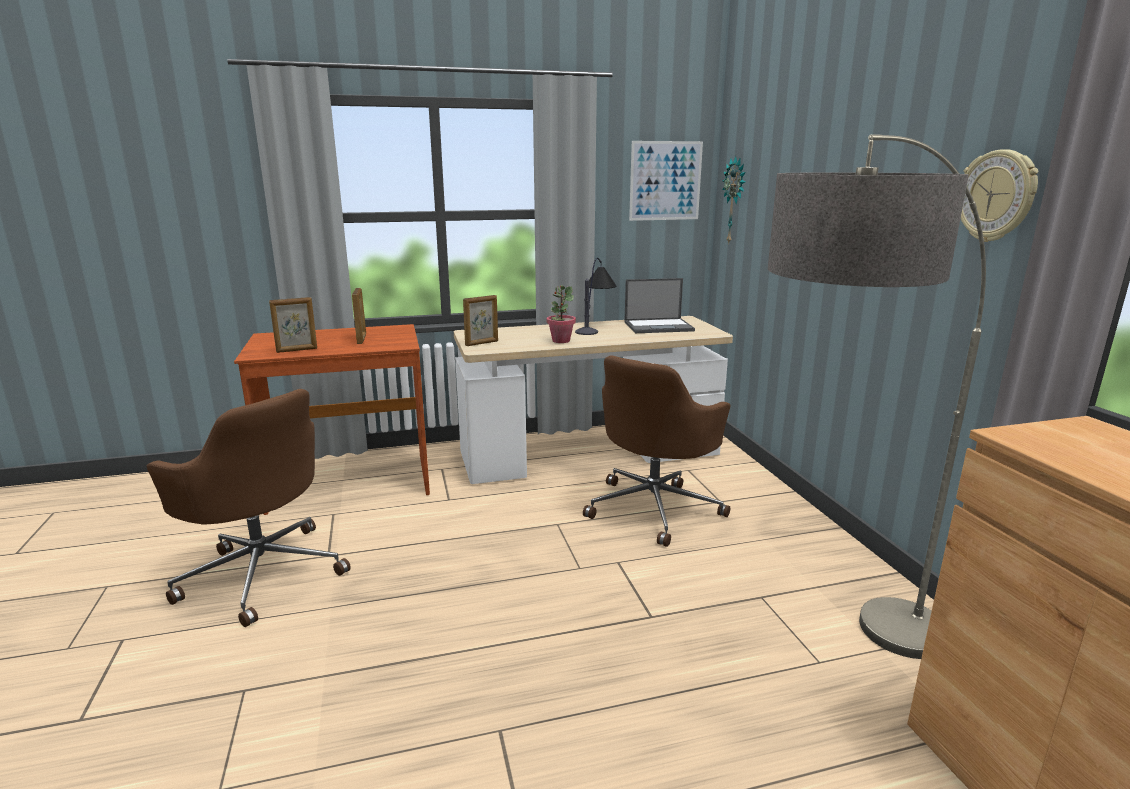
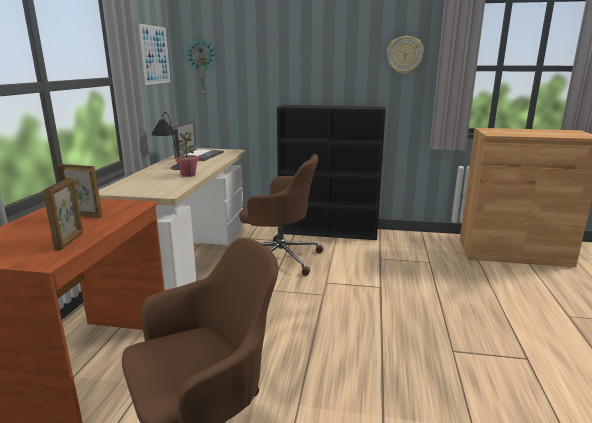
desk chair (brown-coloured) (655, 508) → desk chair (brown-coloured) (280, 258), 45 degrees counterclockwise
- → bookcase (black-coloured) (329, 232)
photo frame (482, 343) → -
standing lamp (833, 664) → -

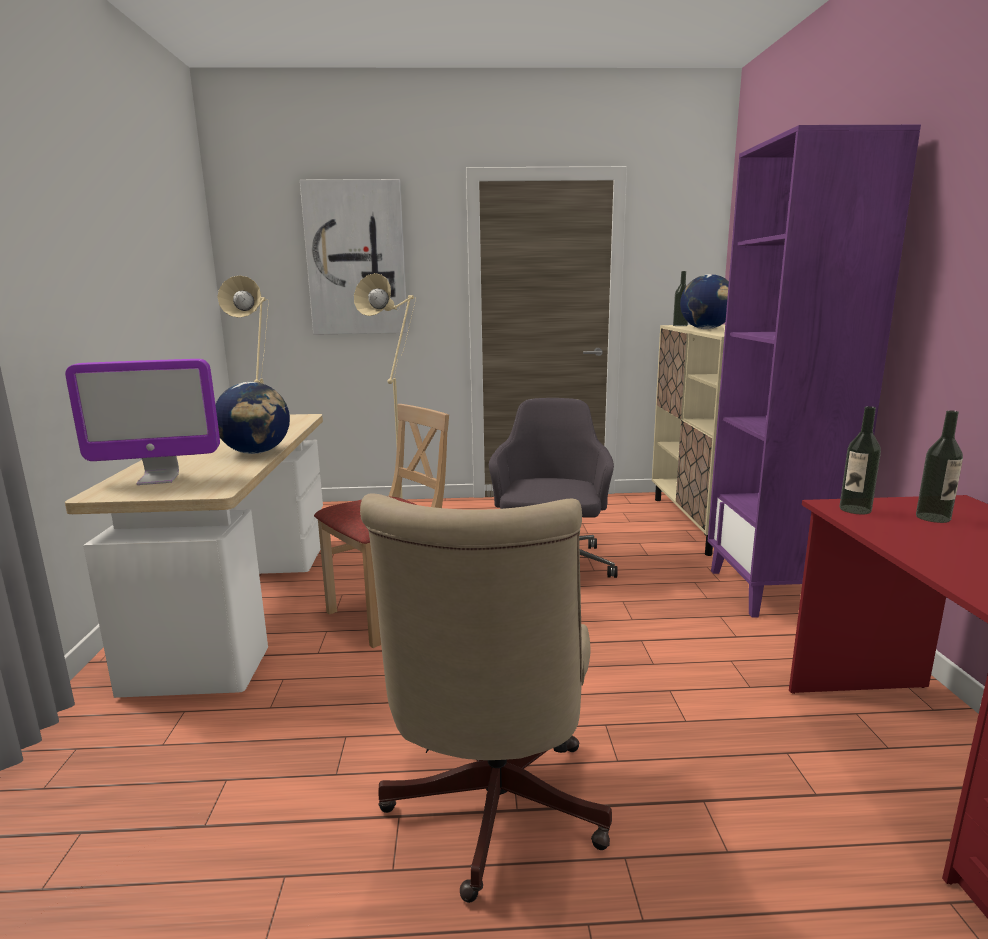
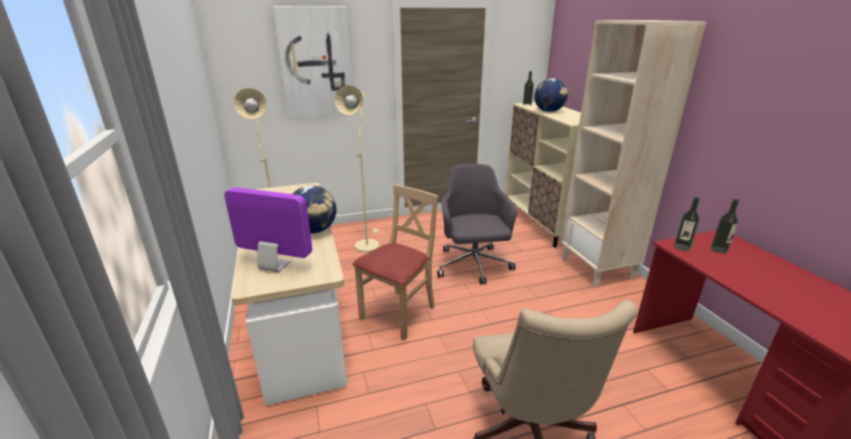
monitor (158, 479) → monitor (275, 266), 135 degrees counterclockwise
bookcase (purplish) (772, 591) → bookcase (beige-coloured) (597, 268)

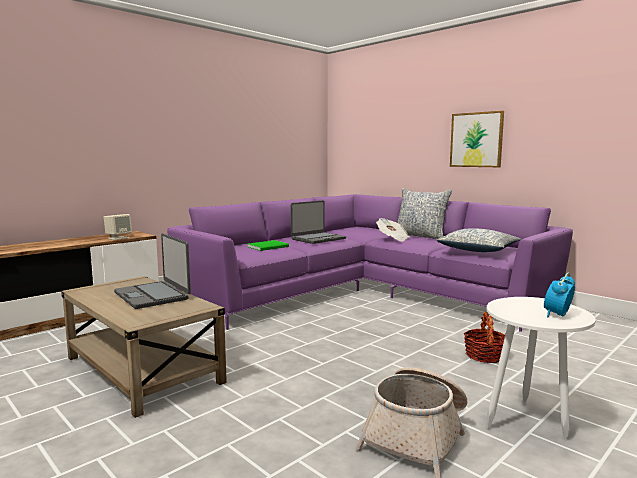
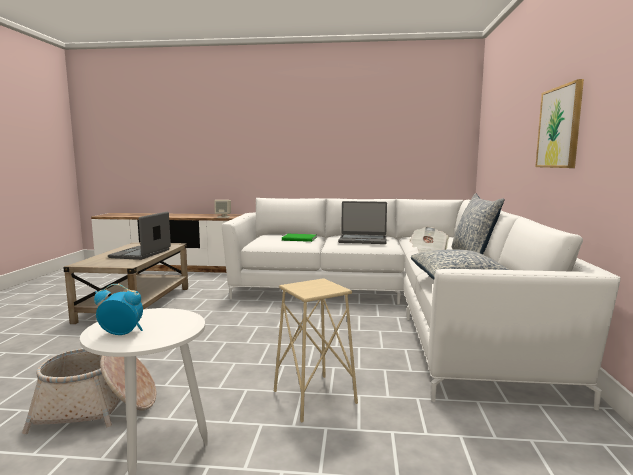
couch (purplish) (363, 293) → couch (white-coloured) (396, 307)
household basket (485, 356) → sitting stool (beige-coloured) (314, 397)

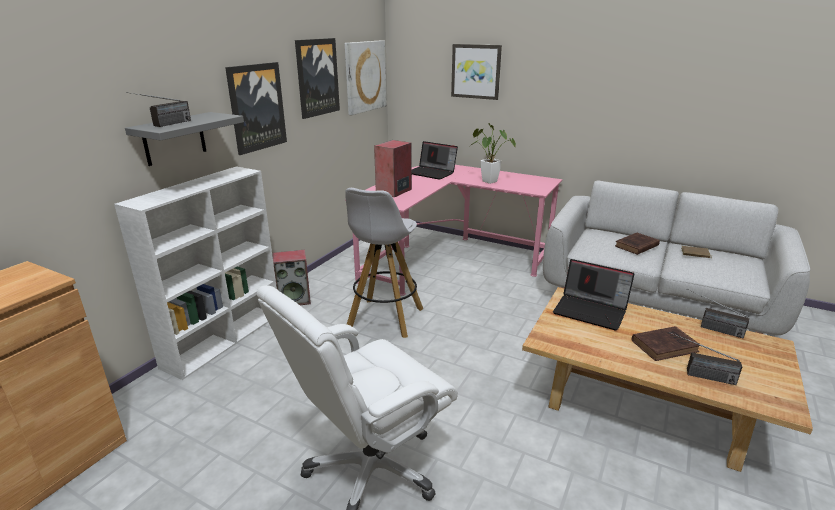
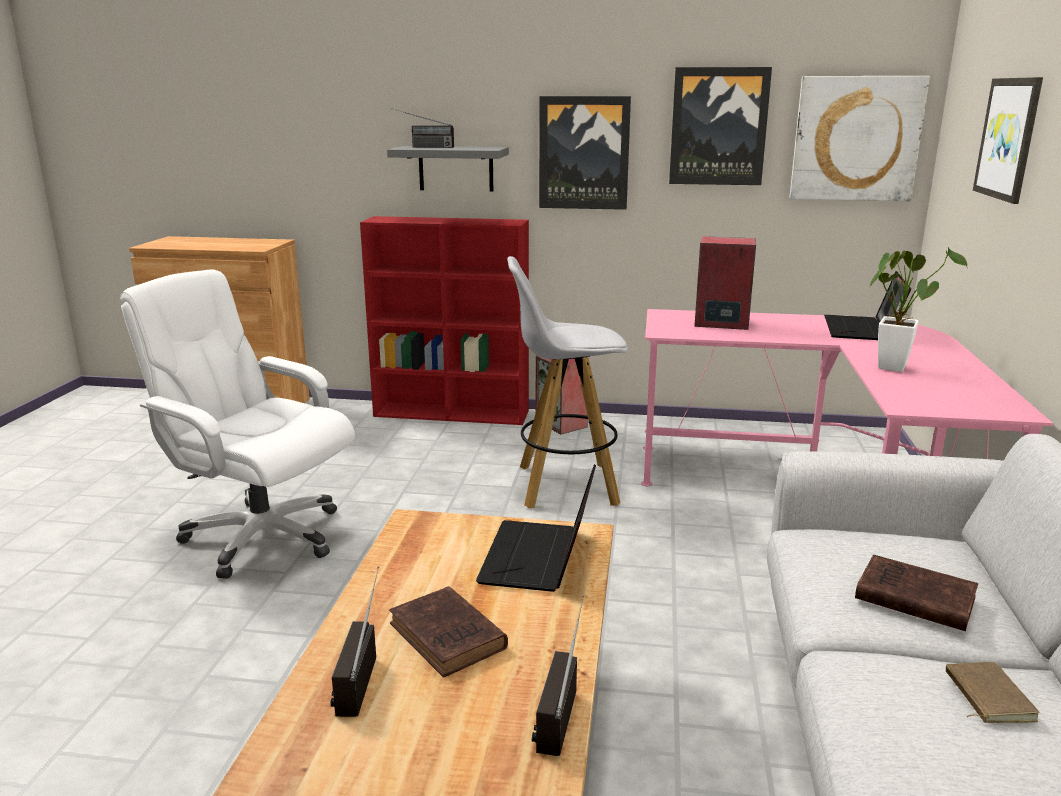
bookcase (white-coloured) (225, 338) → bookcase (red-coloured) (453, 413)

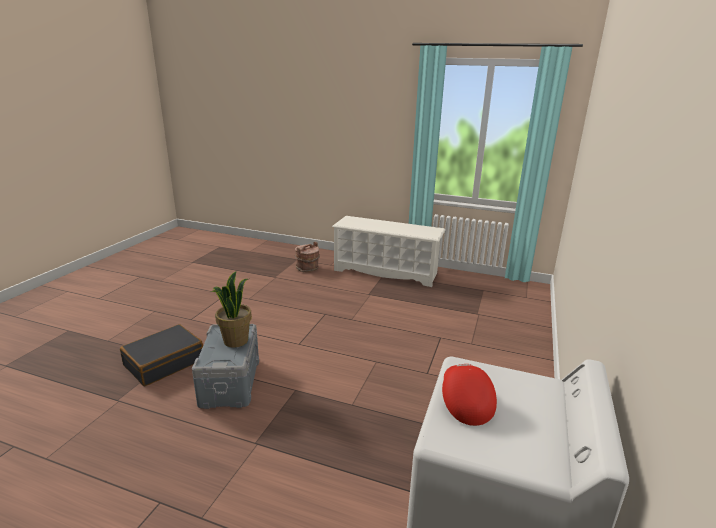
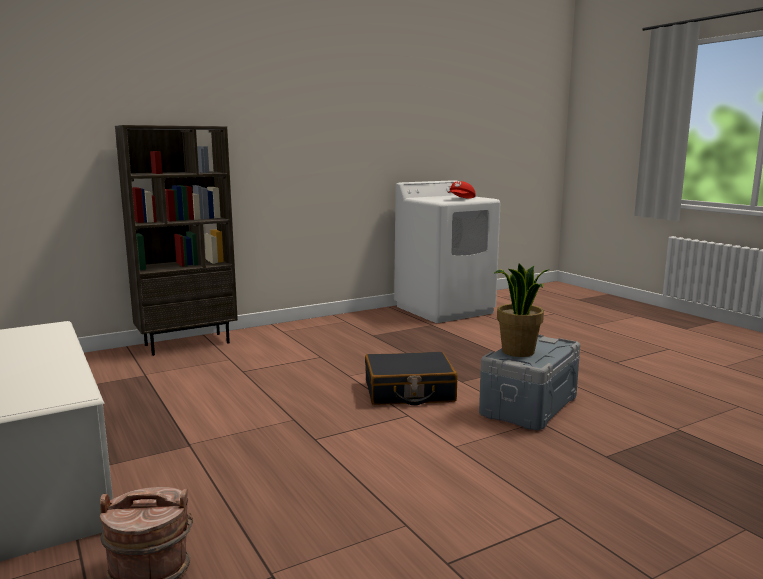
- → bookcase (brown-coloured) (187, 343)
travel case (black-coloured) (164, 362) → travel case (black-coloured) (409, 392), moved

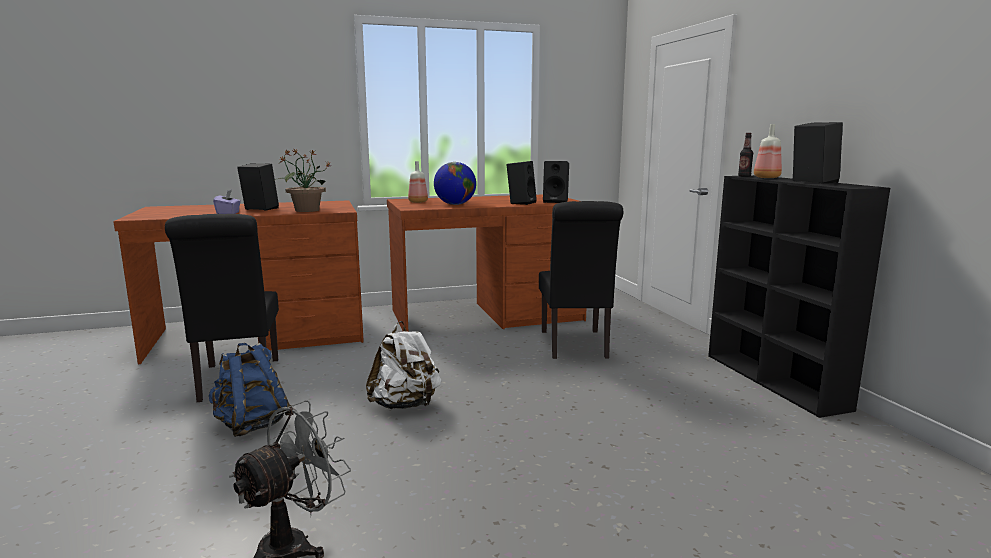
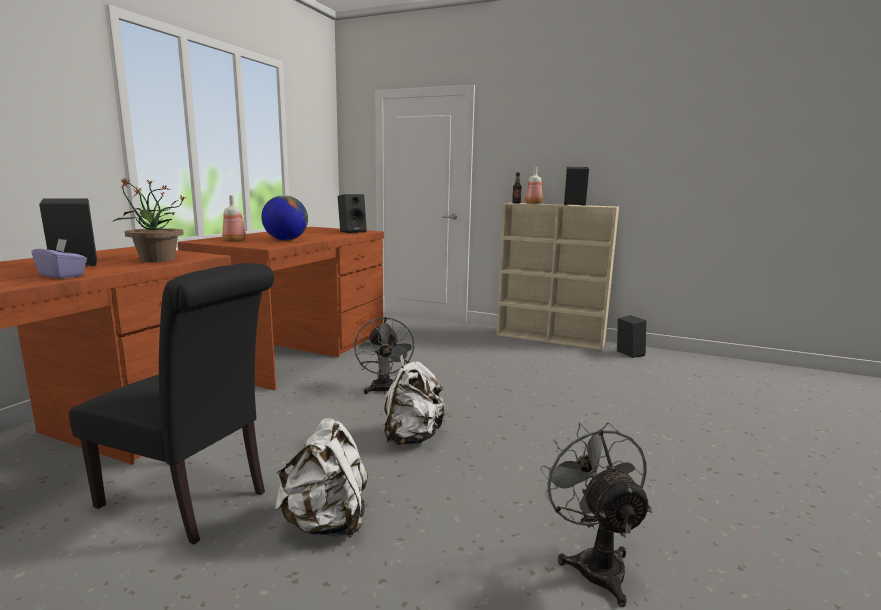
backpack (blue-coloured) (251, 425) → backpack (white-coloured) (326, 523)
- → electric fan (grey) (384, 391)
bookcase (black-coloured) (775, 381) → bookcase (beige-coloured) (551, 338)
speaker (black-coloured) (521, 203) → speaker (black-coloured) (628, 354), moved
plain chair (black-coloured) (575, 346) → -

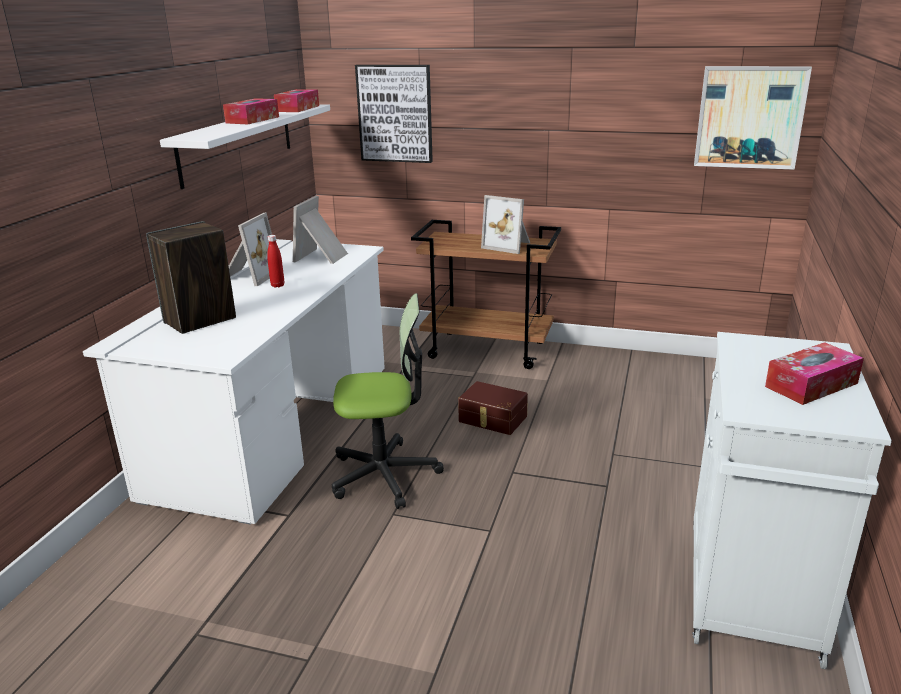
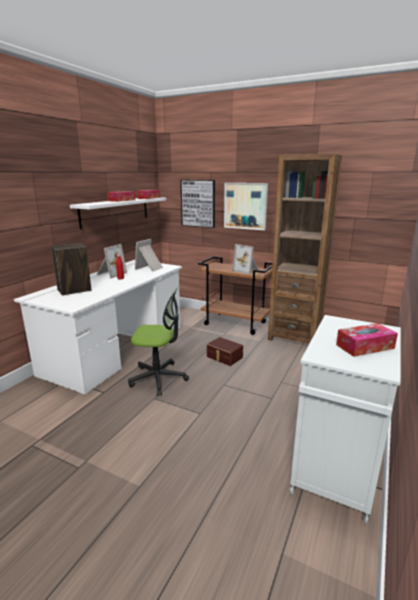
wall art (749, 117) → wall art (245, 206), moved
- → bookcase (brown-coloured) (294, 337)

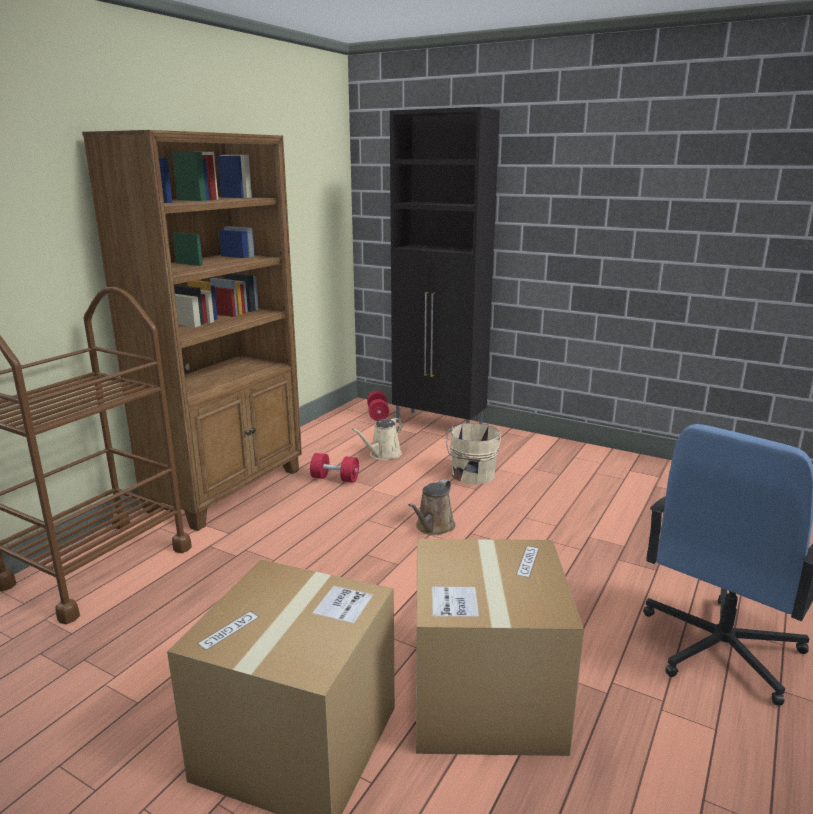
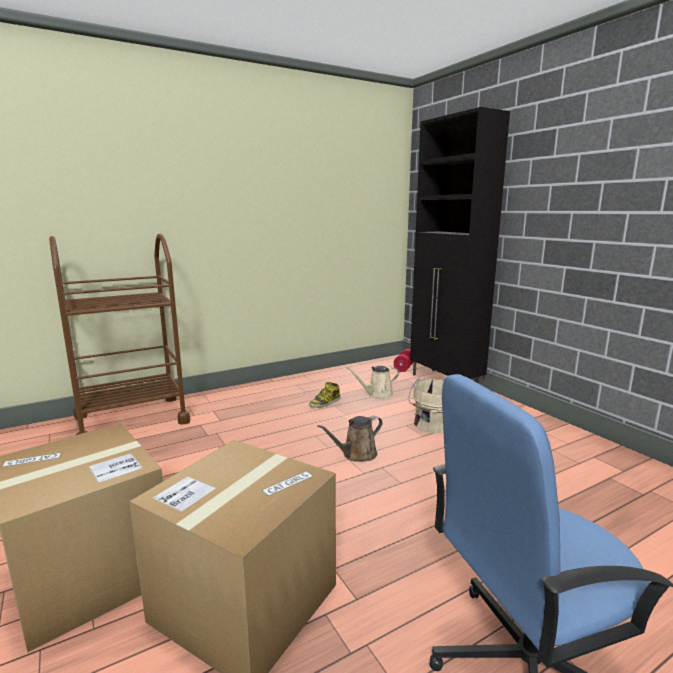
dumbbell (red-coloured) (335, 478) → high-top boot (325, 403)
bookcase (brown-coloured) (228, 489) → -

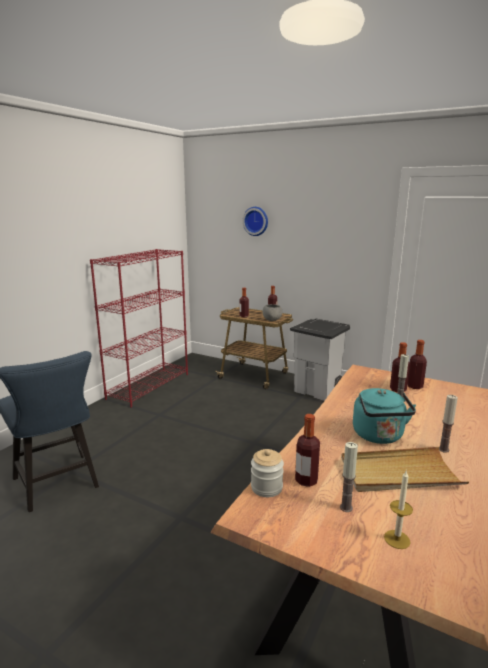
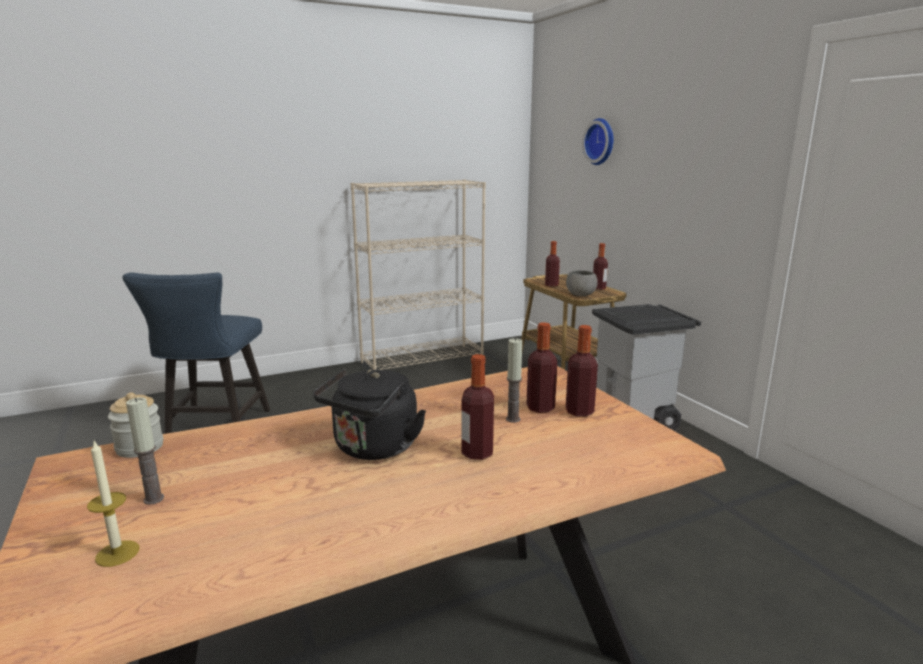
kettle (turquoise) (379, 436) → kettle (black-coloured) (373, 449)
bookcase (red-coloured) (149, 386) → bookcase (beige-coloured) (423, 360)
drink bottle (306, 480) → drink bottle (477, 453), moved
carrying tray (beige-coloured) (399, 473) → -
wax candle (443, 449) → -

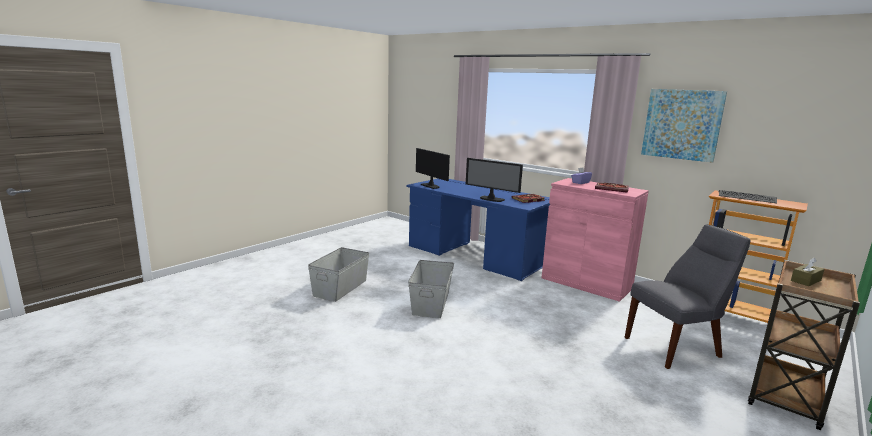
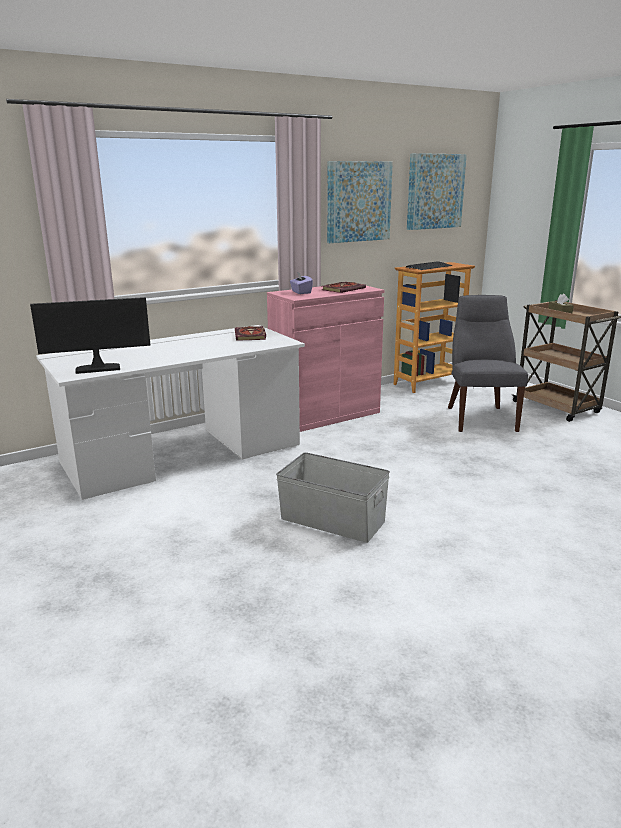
desk table (blue-coloured) (476, 256) → desk table (white-coloured) (183, 455)
- → wall art (435, 191)
storage box (grey) (341, 287) → -
monitor (491, 199) → -

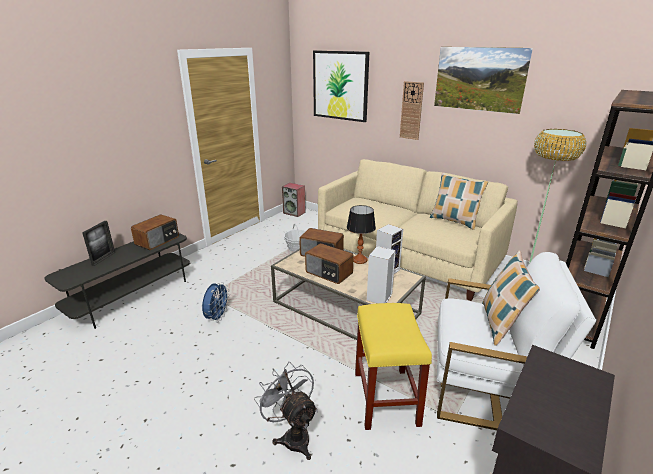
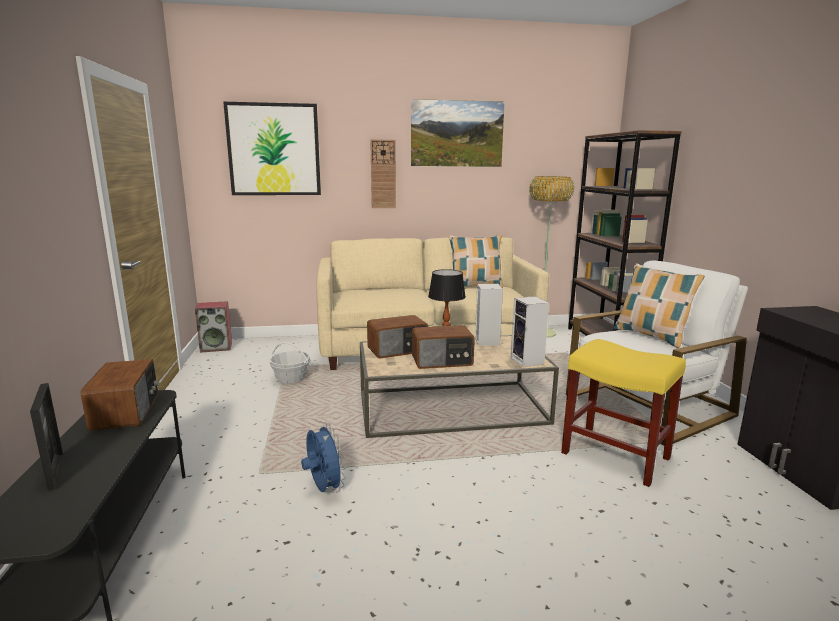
electric fan (grey) (292, 436) → -

